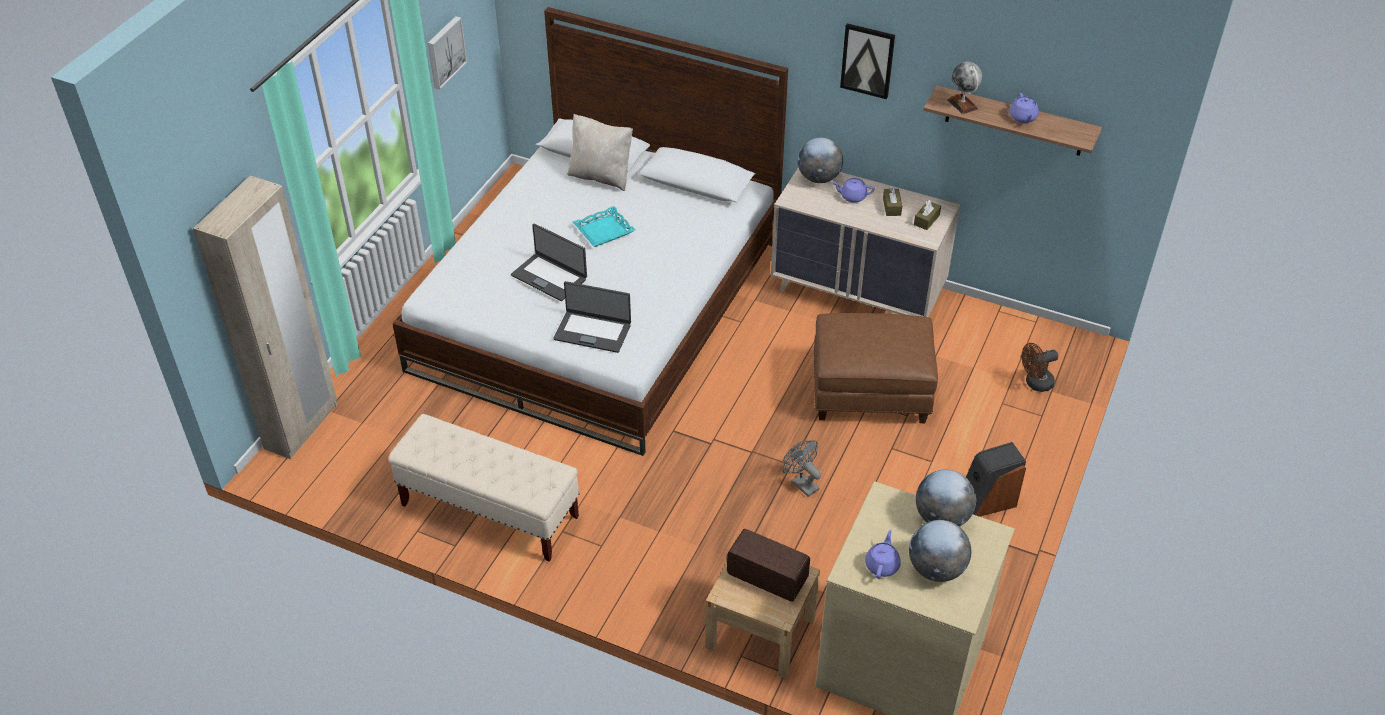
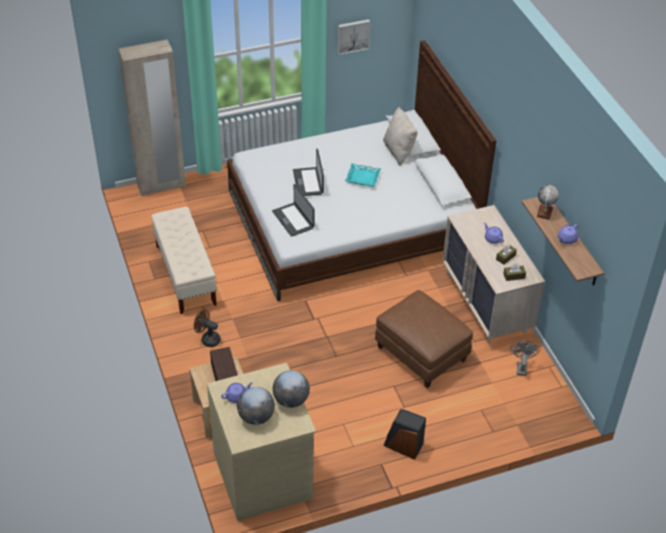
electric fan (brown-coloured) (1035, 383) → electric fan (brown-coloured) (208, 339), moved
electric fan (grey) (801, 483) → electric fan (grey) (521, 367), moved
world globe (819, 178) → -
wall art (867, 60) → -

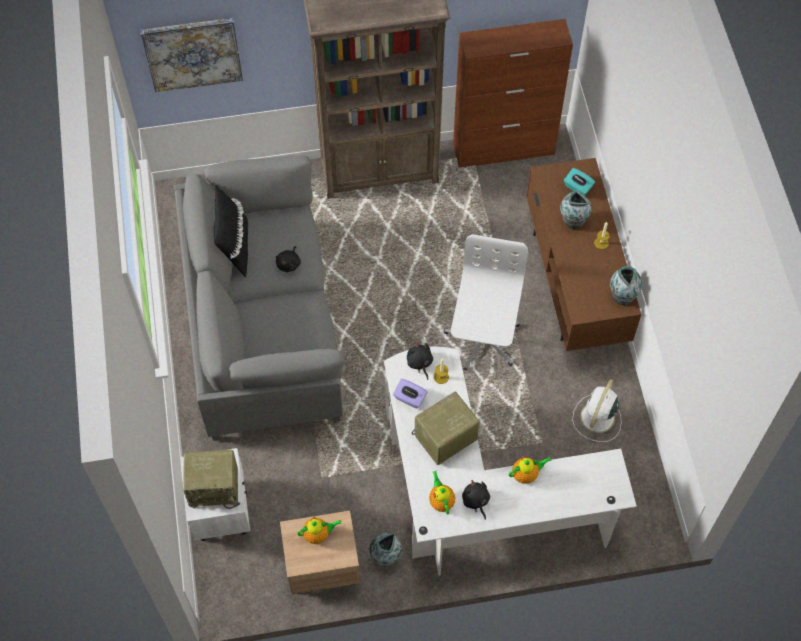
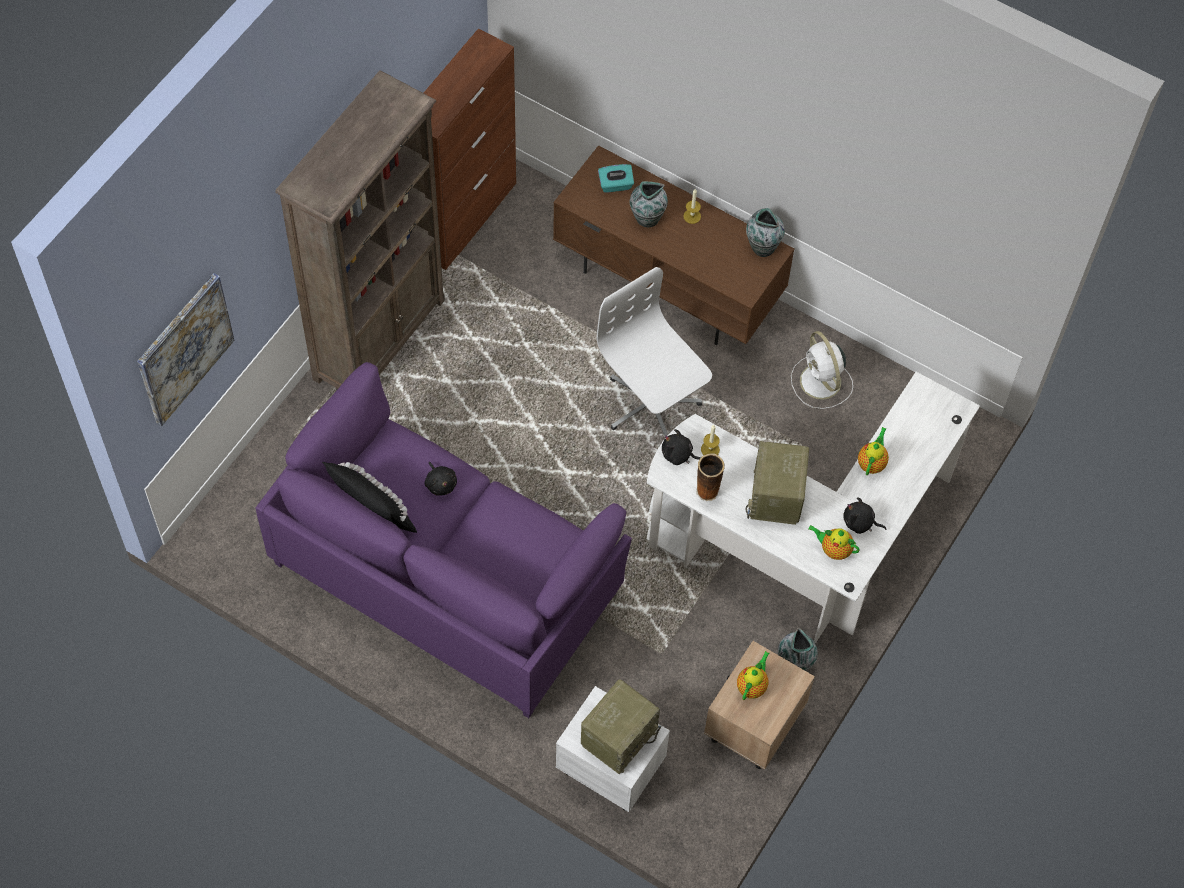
couch (grey) (264, 327) → couch (purplish) (447, 576)
tissue box (purplish) (409, 398) → decorative vase (707, 492)

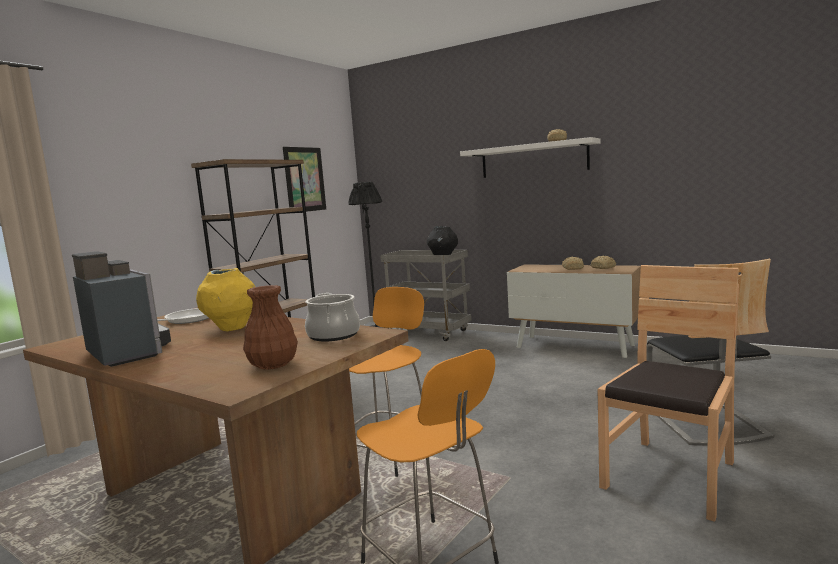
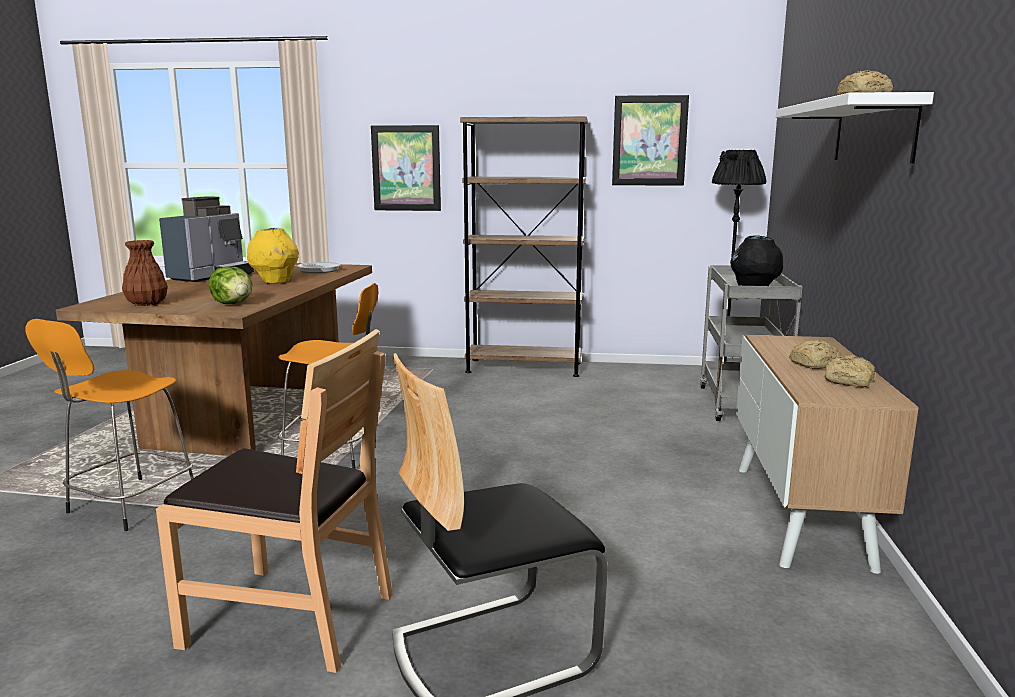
cooking pot (333, 335) → lettuce head (233, 303)
- → wall art (406, 168)

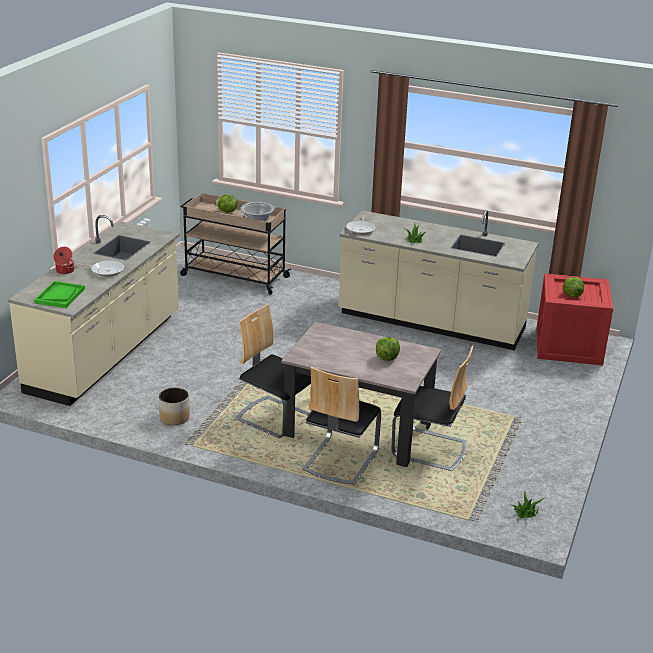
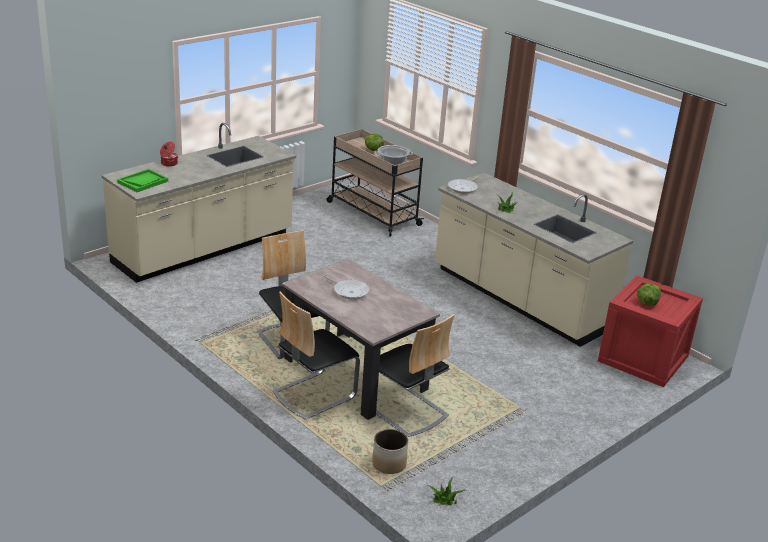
pan (105, 270) → pan (349, 291), moved
flower pot (174, 418) → flower pot (388, 464), moved
lettuce head (387, 358) → -

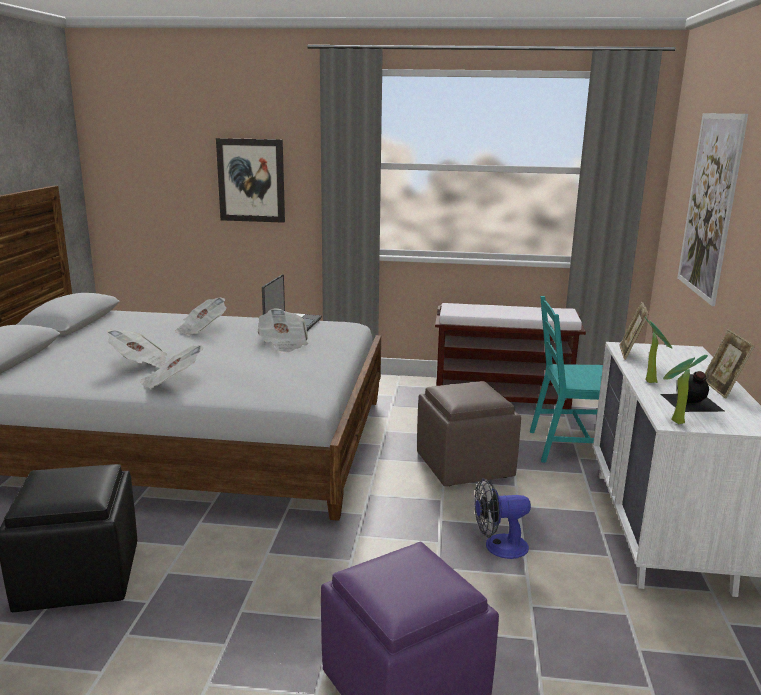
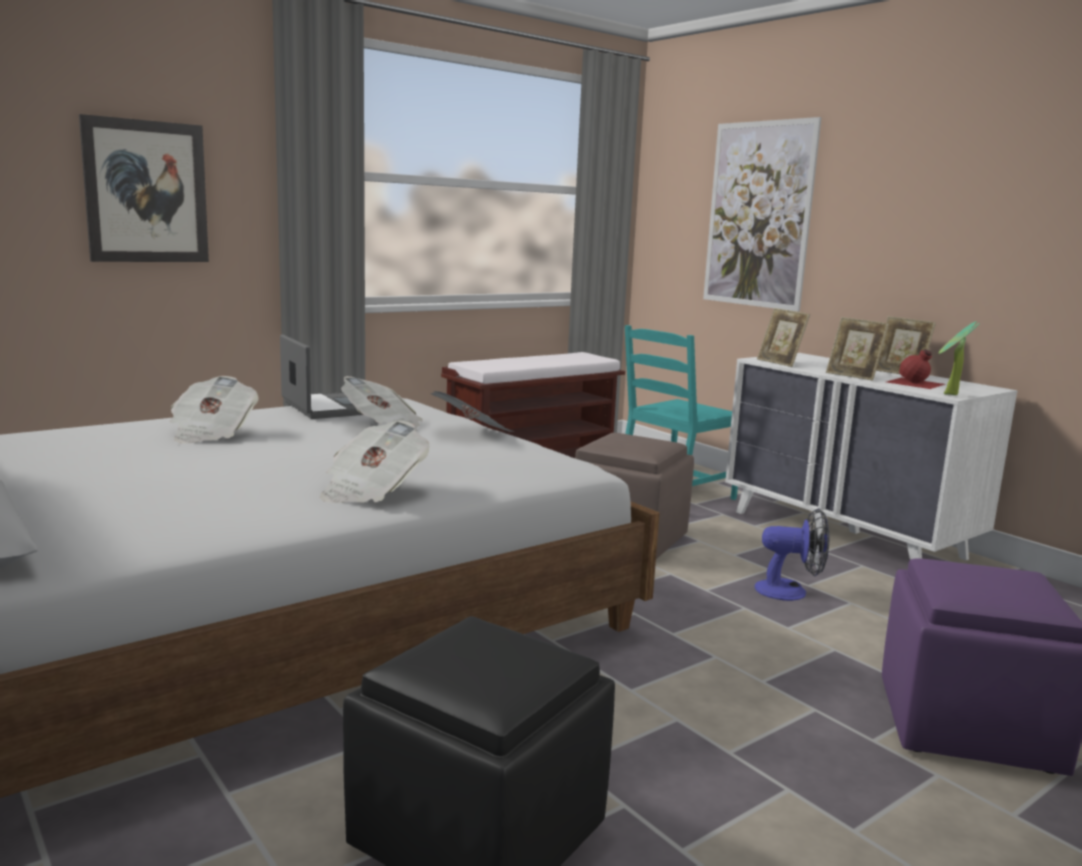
newspaper (140, 363) → newspaper (472, 434), moved
electric fan (498, 547) → electric fan (790, 591), 120 degrees counterclockwise
houseplant (652, 381) → photo frame (853, 376)
drink bottle (black-coloured) (691, 402) → drink bottle (red-coloured) (915, 383)

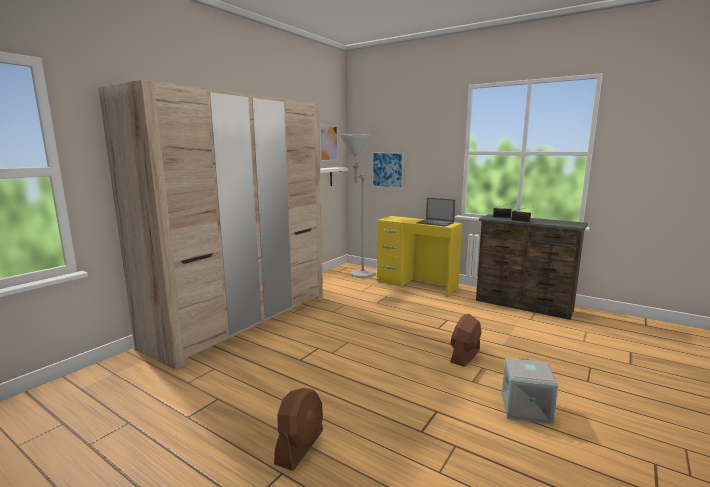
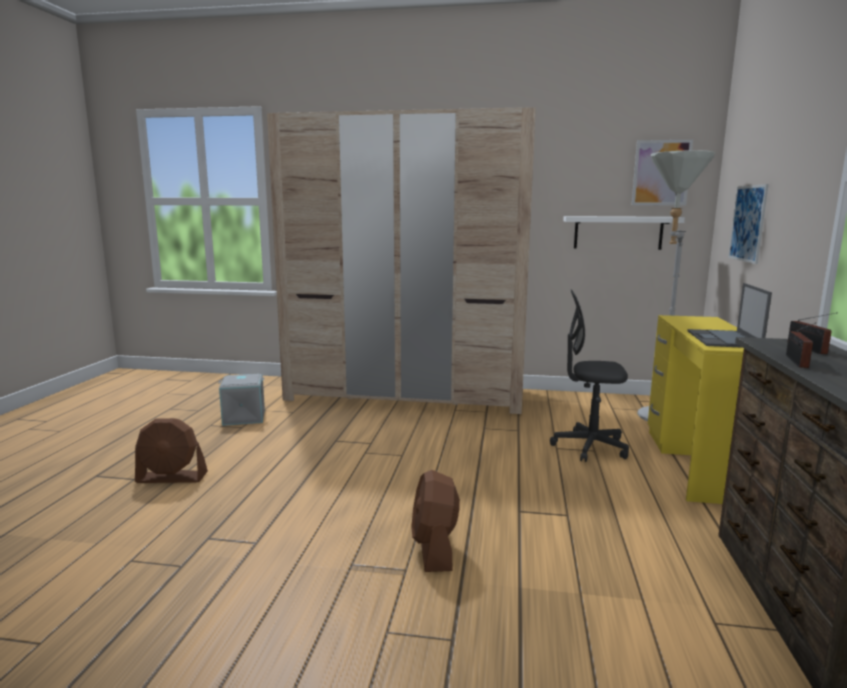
storage box (grey) (527, 408) → storage box (grey) (243, 417), moved
electric fan (brown-coloured) (465, 356) → electric fan (brown-coloured) (434, 548), 105 degrees counterclockwise
- → desk chair (grey) (589, 447)

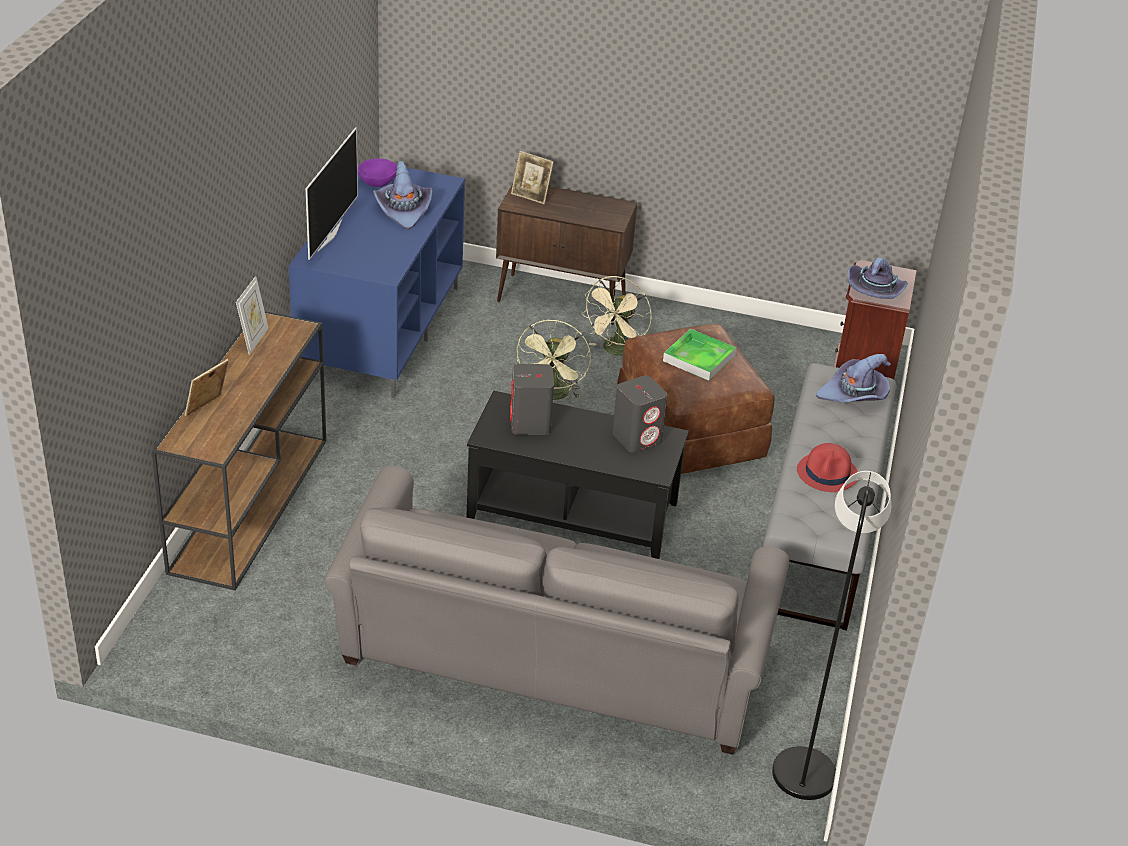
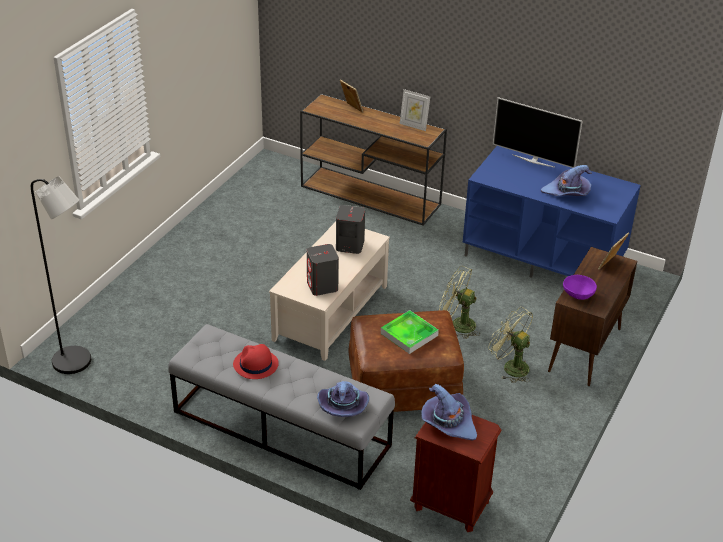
coffee table (black-coloured) (572, 510) → coffee table (beige-coloured) (331, 312)
electric fan (beige-coloured) (616, 351) → electric fan (green) (510, 366)
deep dish (purplish) (378, 183) → deep dish (purplish) (578, 295), moved
couch (grey) (550, 666) → -

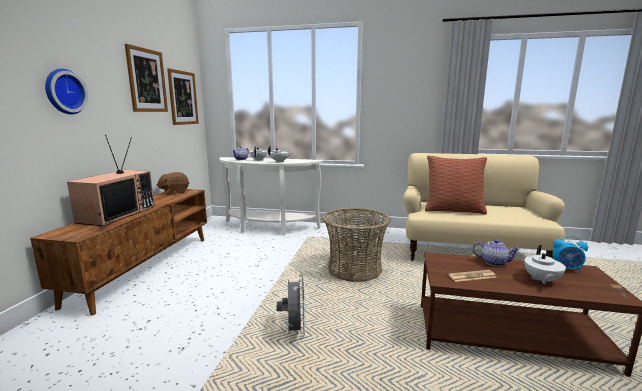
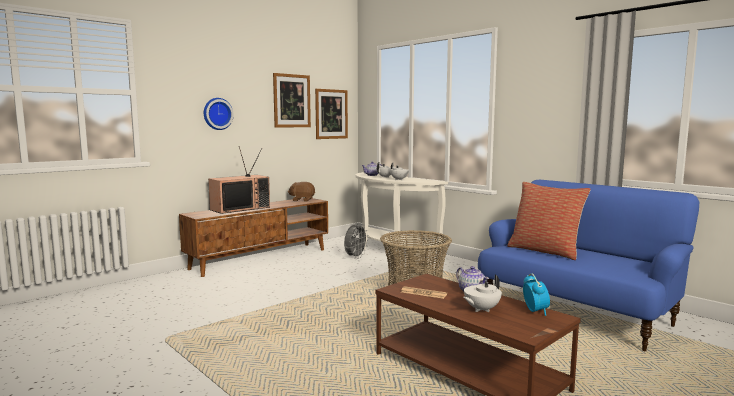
electric fan (grey) (294, 331) → electric fan (grey) (355, 257), moved
couch (beige-coloured) (469, 252) → couch (blue-coloured) (576, 313)
alarm clock (566, 269) → alarm clock (535, 311), 150 degrees counterclockwise

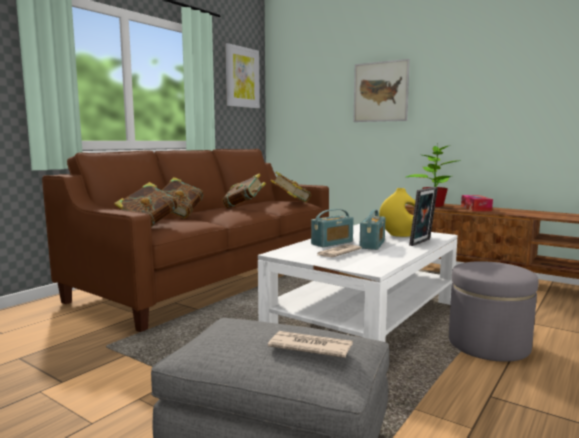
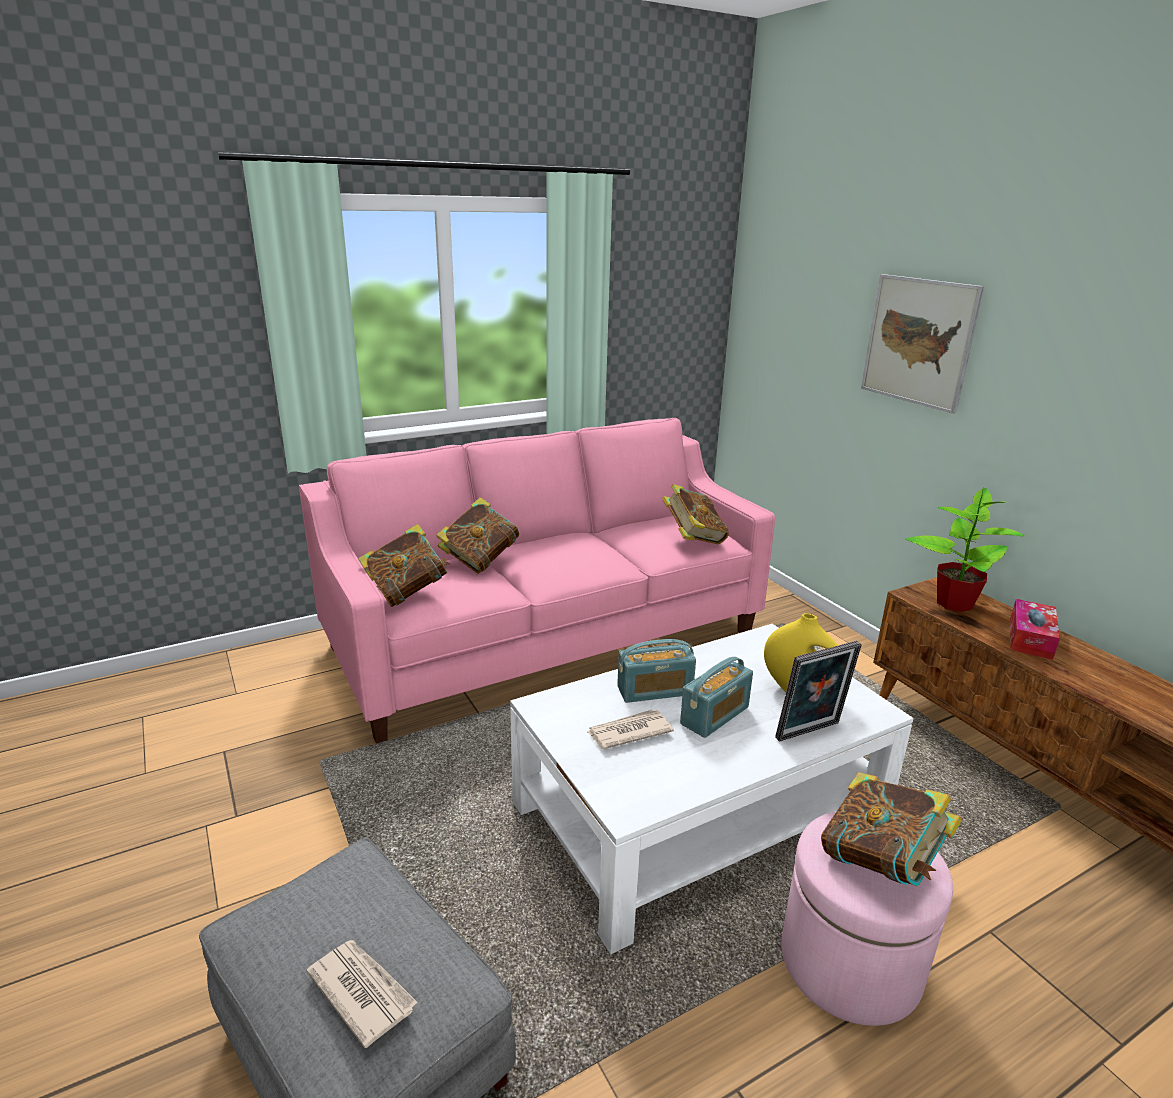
couch (brown-coloured) (212, 278) → couch (pink) (547, 639)
ottoman (grey) (488, 344) → ottoman (pink) (850, 962)
volume (244, 207) → volume (881, 862), moved
wall art (242, 77) → -

